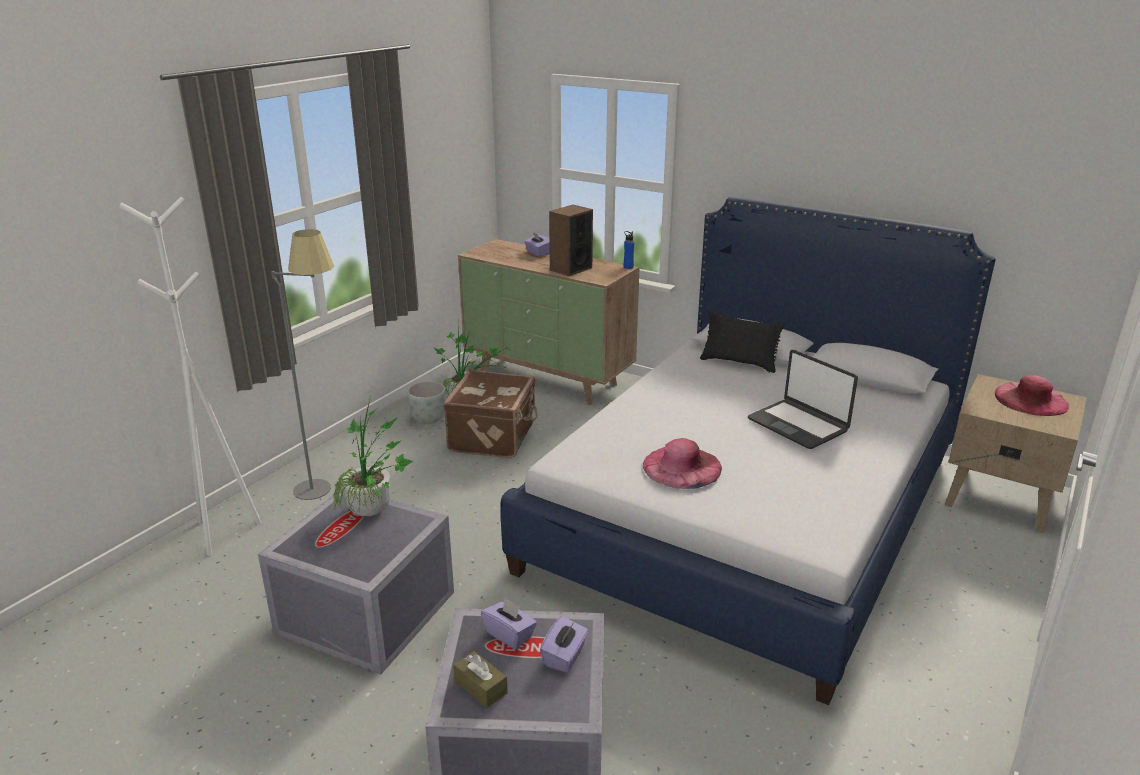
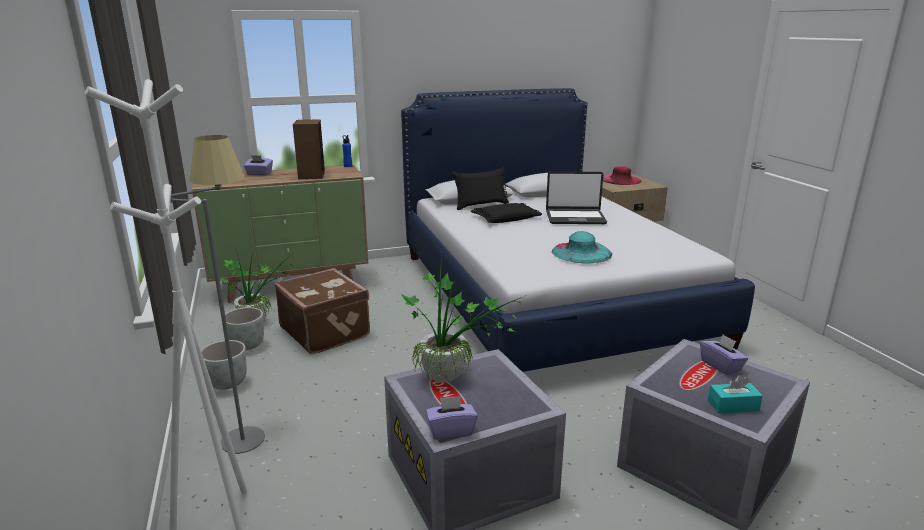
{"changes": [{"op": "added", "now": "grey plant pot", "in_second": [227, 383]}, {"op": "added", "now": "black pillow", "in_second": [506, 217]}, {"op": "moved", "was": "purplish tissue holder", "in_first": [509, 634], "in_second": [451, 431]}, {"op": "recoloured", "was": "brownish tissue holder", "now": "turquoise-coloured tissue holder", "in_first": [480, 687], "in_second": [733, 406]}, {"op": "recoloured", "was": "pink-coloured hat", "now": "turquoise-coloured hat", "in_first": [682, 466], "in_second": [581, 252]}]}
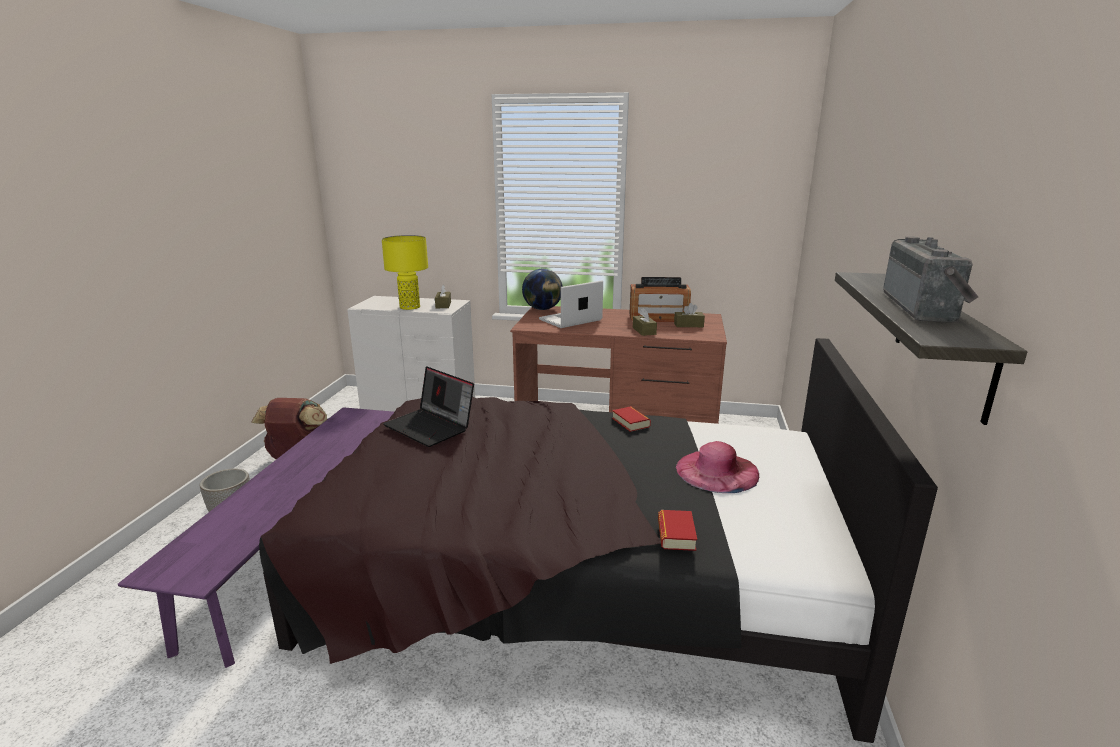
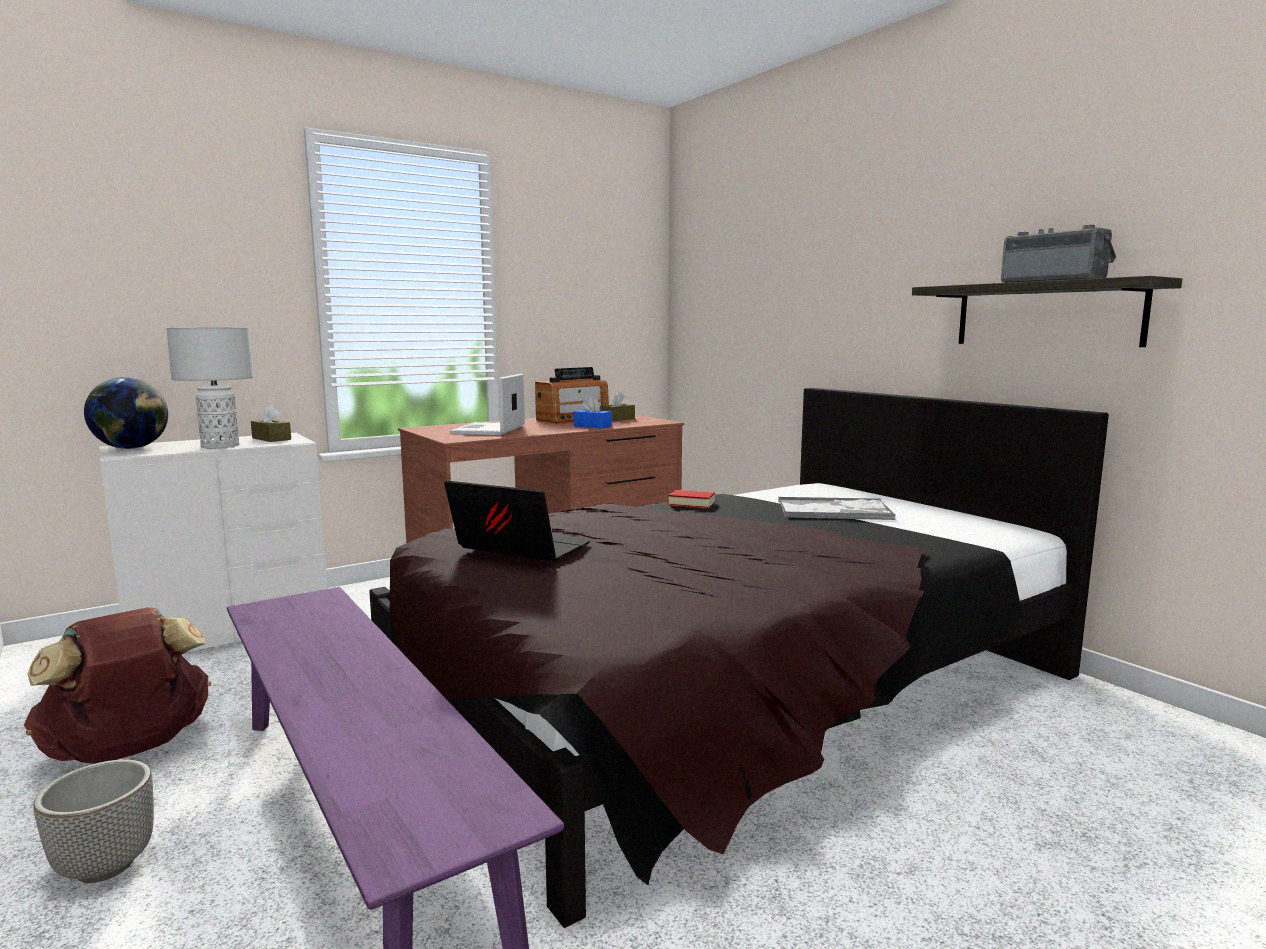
{"changes": [{"op": "removed", "was": "bound book", "in_first": [676, 535]}, {"op": "moved", "was": "desk globe", "in_first": [542, 309], "in_second": [131, 448]}, {"op": "replaced", "was": "pink-coloured hat", "now": "tray", "in_first": [717, 471], "in_second": [835, 510]}, {"op": "recoloured", "was": "yellow-coloured table lamp", "now": "white table lamp", "in_first": [409, 307], "in_second": [219, 446]}, {"op": "recoloured", "was": "brownish tissue holder", "now": "blue tissue holder", "in_first": [644, 331], "in_second": [592, 426]}, {"op": "turned", "was": "laptop", "in_first": [431, 427], "in_second": [518, 549], "clockwise": -150}]}
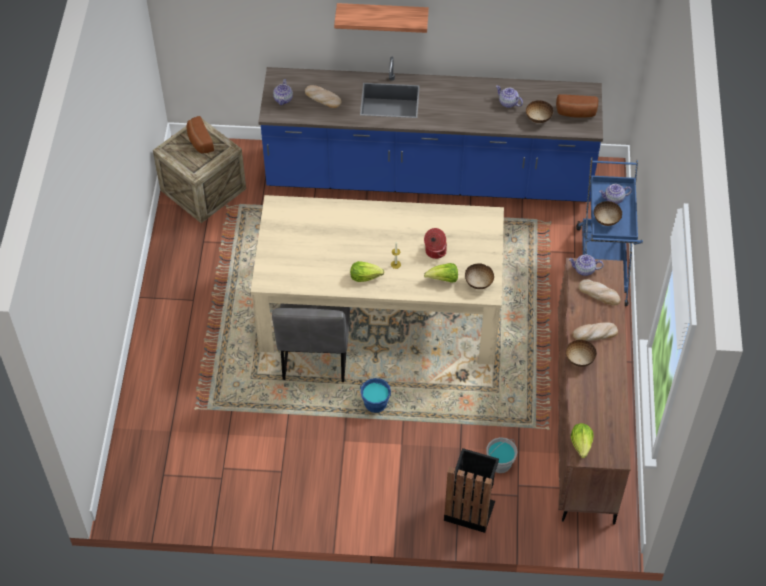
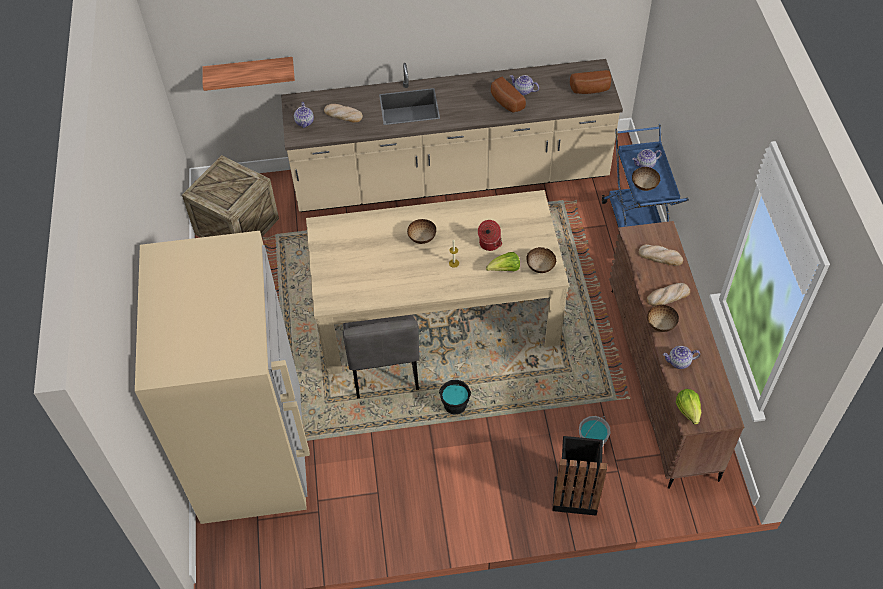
{"changes": [{"op": "removed", "was": "lettuce head", "in_first": [365, 276]}, {"op": "added", "now": "beige kitchen fridge", "in_second": [252, 449]}, {"op": "moved", "was": "baked bread", "in_first": [199, 141], "in_second": [505, 102]}, {"op": "moved", "was": "wall shelf", "in_first": [382, 16], "in_second": [250, 73]}, {"op": "moved", "was": "deep dish", "in_first": [538, 118], "in_second": [422, 238]}, {"op": "moved", "was": "teapot", "in_first": [584, 270], "in_second": [679, 362]}, {"op": "recoloured", "was": "blue kitchen counter", "now": "beige kitchen counter", "in_first": [428, 178], "in_second": [451, 179]}, {"op": "recoloured", "was": "blue bucket", "now": "black bucket", "in_first": [375, 404], "in_second": [455, 405]}]}
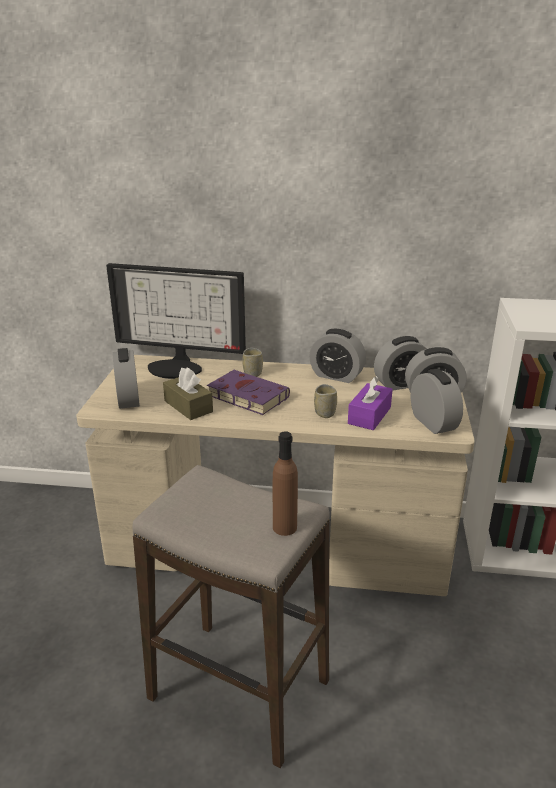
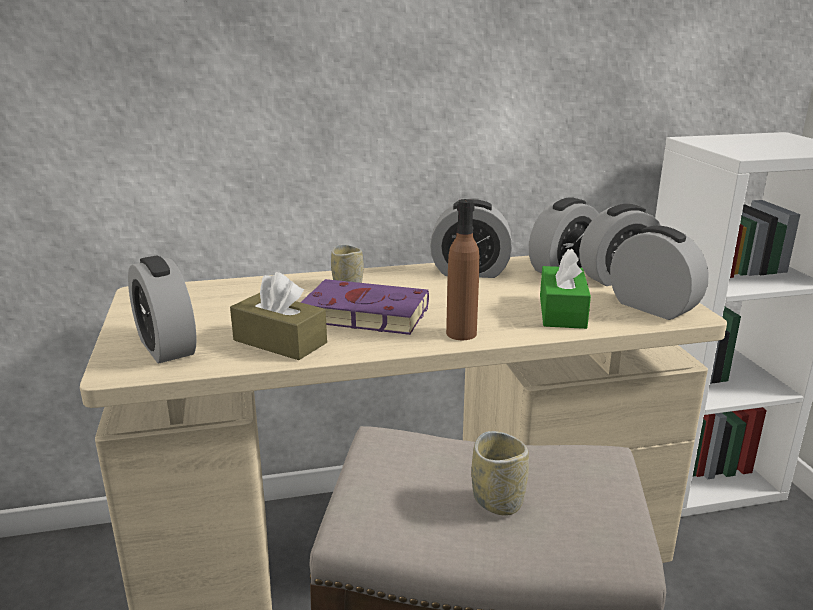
{"changes": [{"op": "removed", "was": "computer screen", "in_first": [177, 366]}, {"op": "moved", "was": "brownish drink bottle", "in_first": [284, 527], "in_second": [461, 333]}, {"op": "moved", "was": "drinking cup", "in_first": [325, 413], "in_second": [497, 501]}, {"op": "recoloured", "was": "purplish tissue holder", "now": "green-coloured tissue holder", "in_first": [369, 415], "in_second": [562, 311]}]}
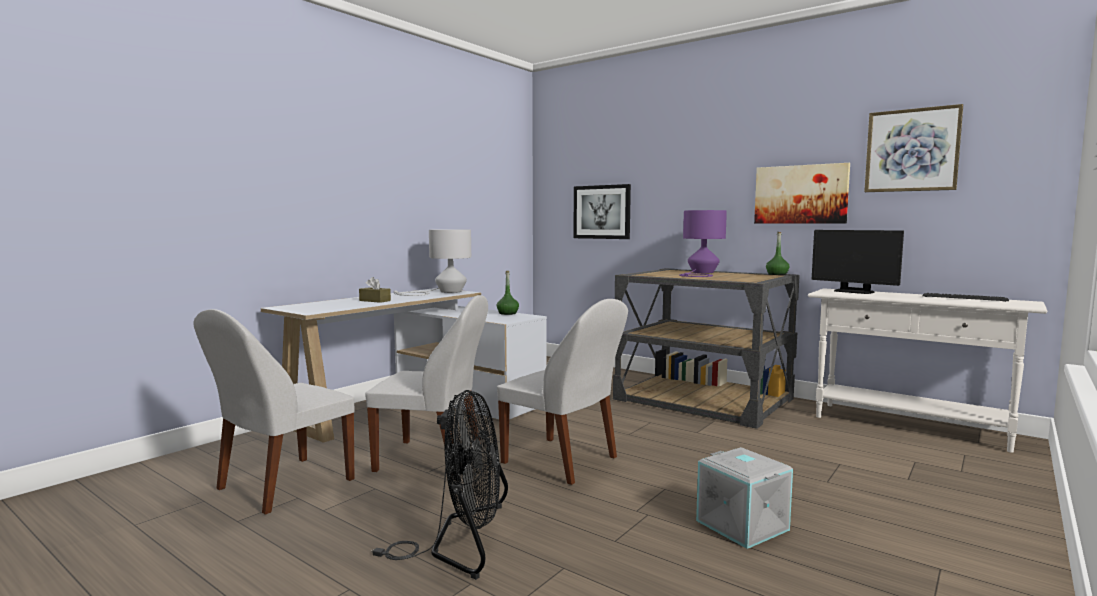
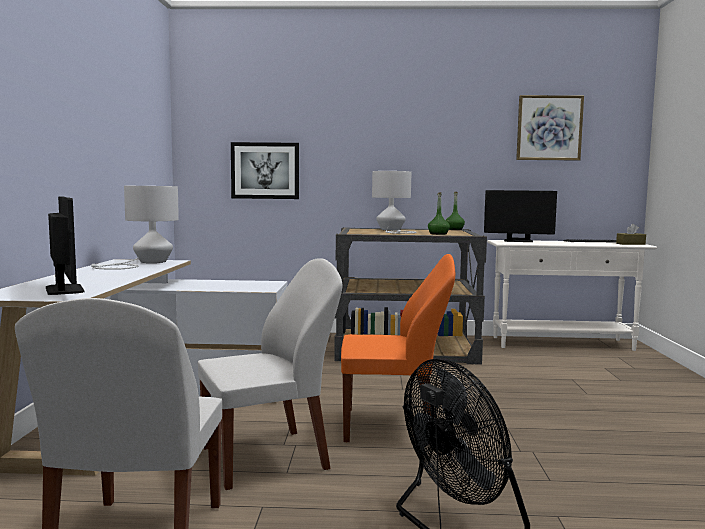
{"changes": [{"op": "removed", "was": "grey storage bin", "in_first": [743, 525]}, {"op": "removed", "was": "picture", "in_first": [800, 194]}, {"op": "added", "now": "computer screen", "in_second": [64, 290]}, {"op": "moved", "was": "brownish tissue holder", "in_first": [375, 300], "in_second": [630, 244]}, {"op": "moved", "was": "green-coloured drink bottle", "in_first": [507, 313], "in_second": [438, 234]}, {"op": "recoloured", "was": "white upright chair", "now": "orangey upright chair", "in_first": [562, 461], "in_second": [393, 426]}, {"op": "recoloured", "was": "purplish table lamp", "now": "grey table lamp", "in_first": [700, 273], "in_second": [394, 230]}]}
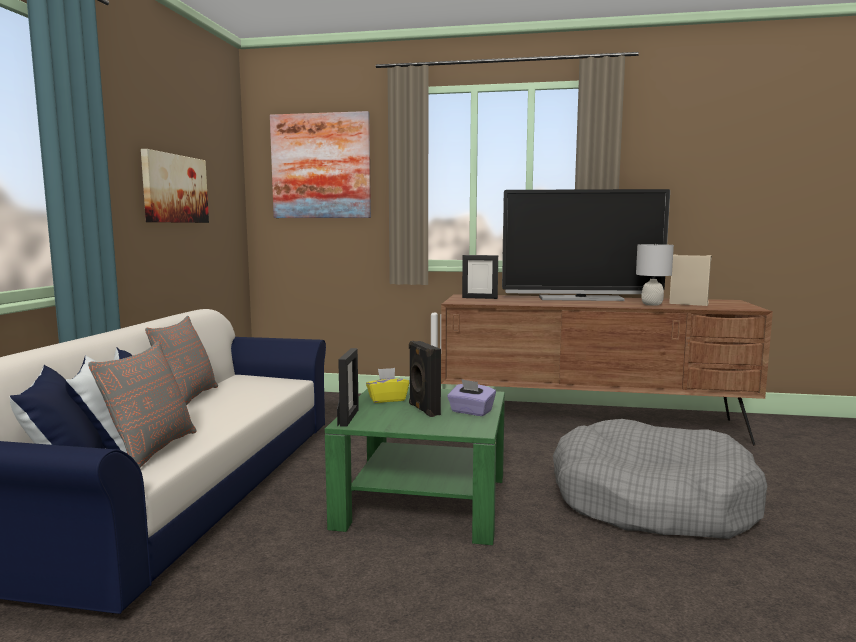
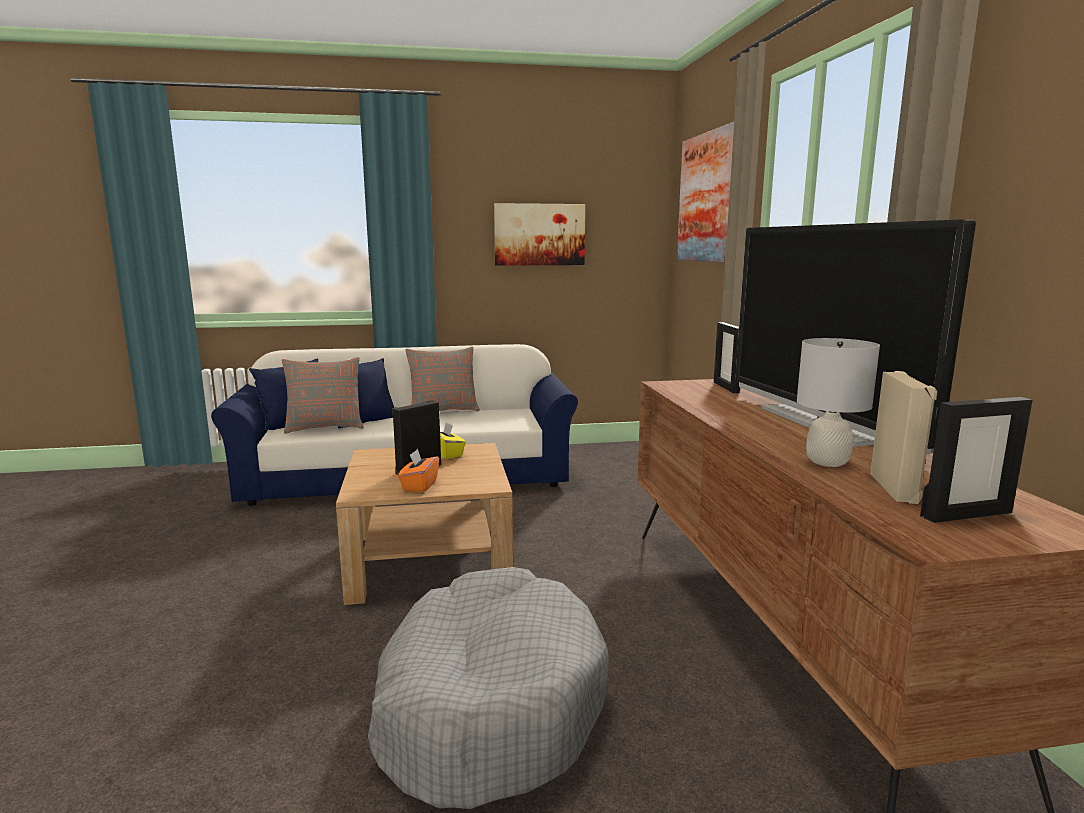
{"changes": [{"op": "moved", "was": "picture frame", "in_first": [348, 417], "in_second": [966, 514]}, {"op": "recoloured", "was": "green-coloured coffee table", "now": "brownish coffee table", "in_first": [423, 500], "in_second": [429, 559]}, {"op": "recoloured", "was": "purplish tissue holder", "now": "orangey tissue holder", "in_first": [471, 412], "in_second": [419, 485]}]}
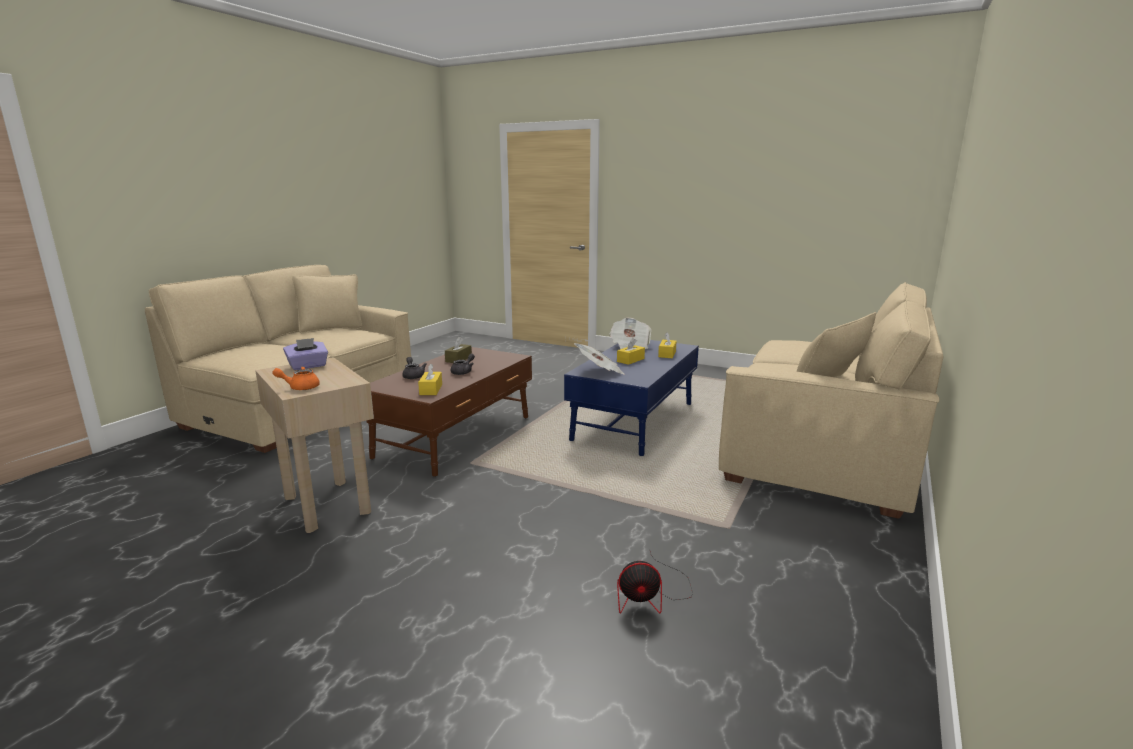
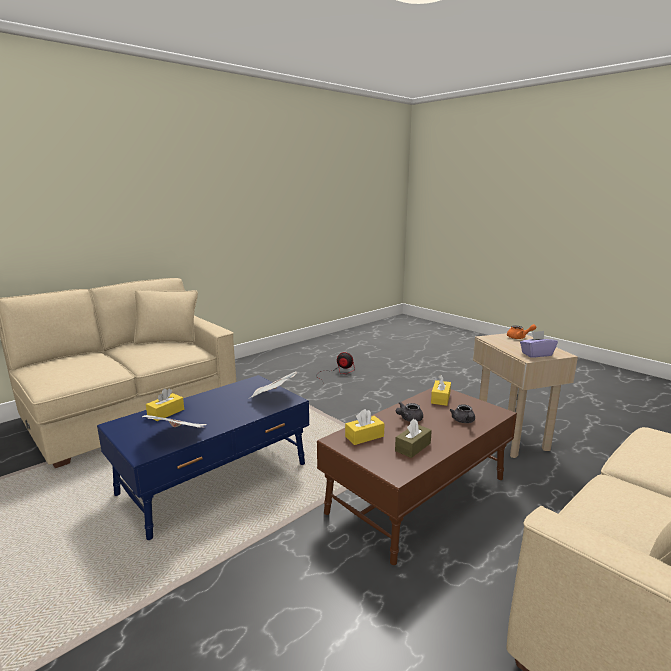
{"changes": [{"op": "moved", "was": "yellow-coloured tissue holder", "in_first": [630, 360], "in_second": [364, 436]}]}
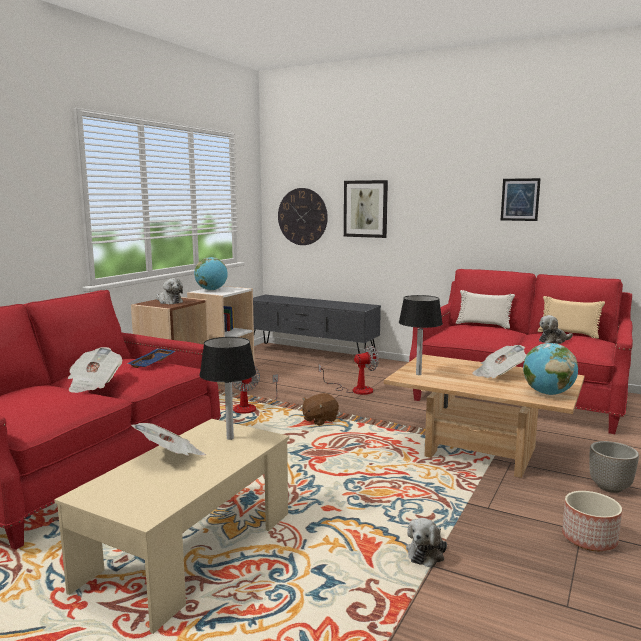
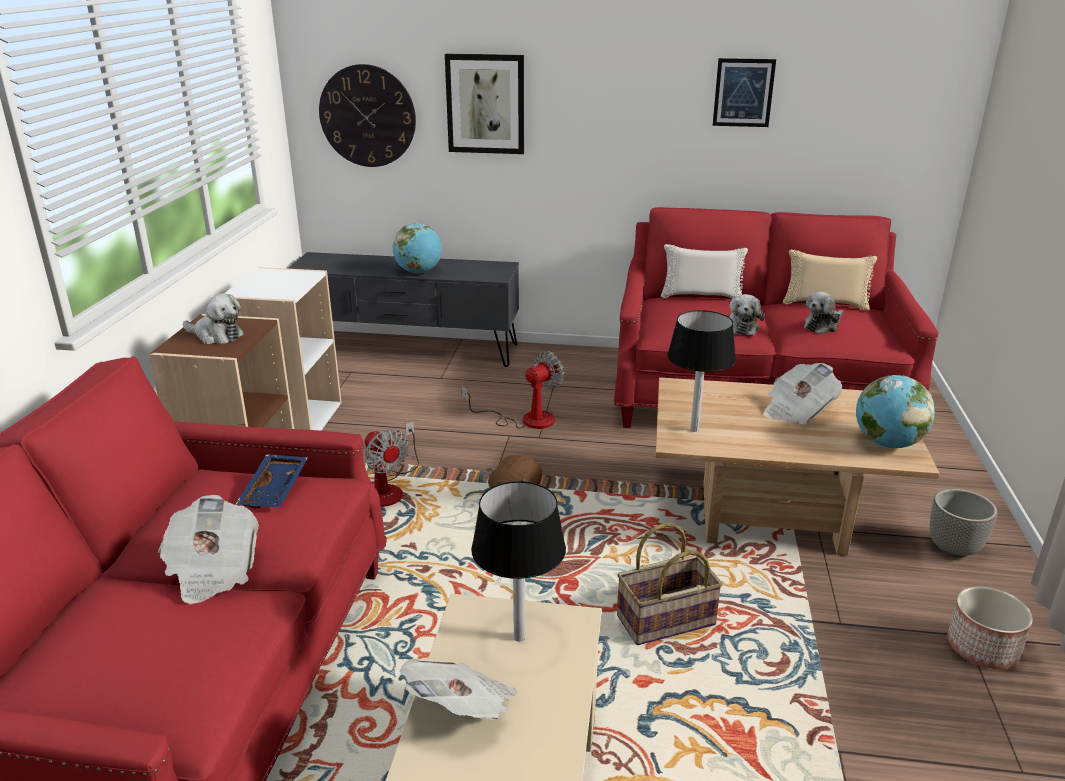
{"changes": [{"op": "added", "now": "basket", "in_second": [666, 621]}, {"op": "moved", "was": "desk globe", "in_first": [211, 290], "in_second": [419, 272]}, {"op": "moved", "was": "soft toy", "in_first": [426, 553], "in_second": [741, 327]}]}
